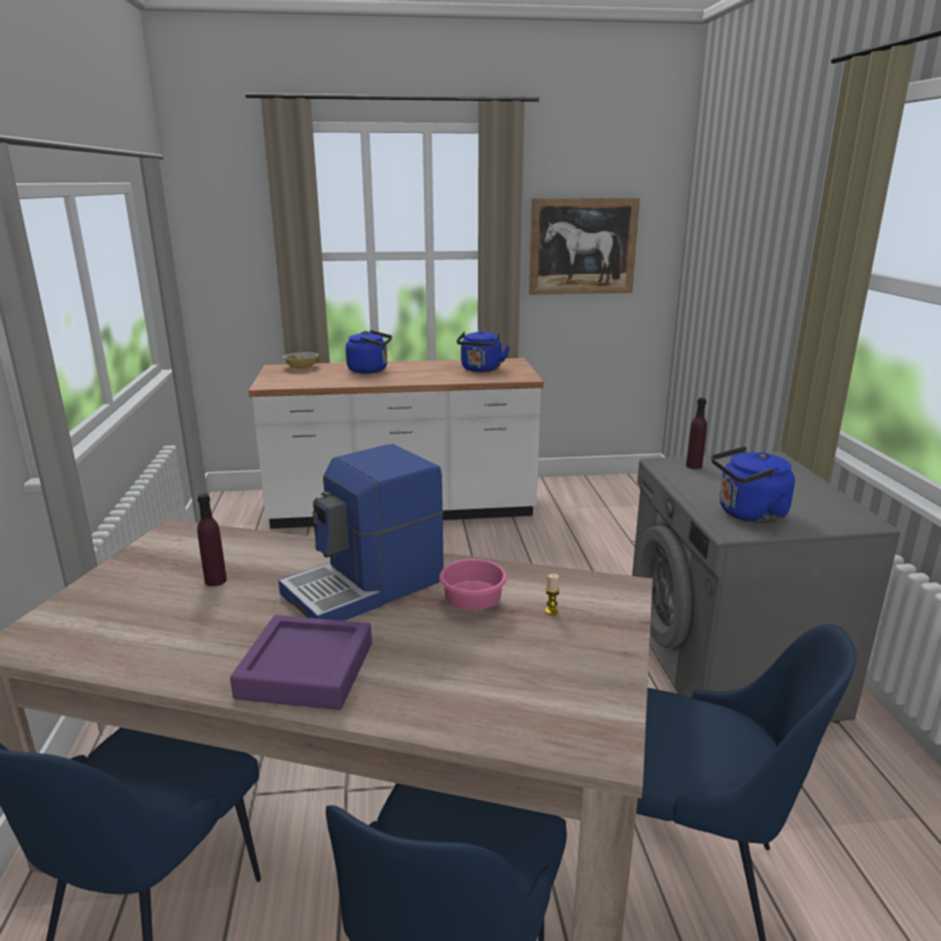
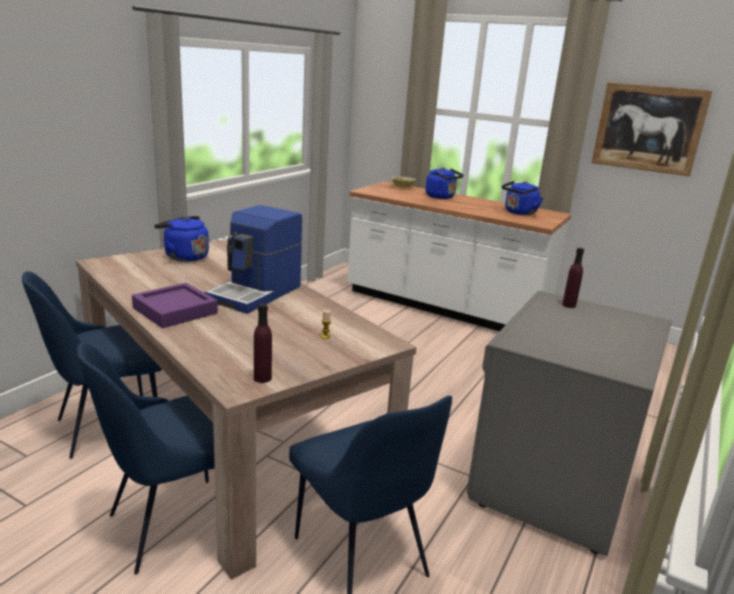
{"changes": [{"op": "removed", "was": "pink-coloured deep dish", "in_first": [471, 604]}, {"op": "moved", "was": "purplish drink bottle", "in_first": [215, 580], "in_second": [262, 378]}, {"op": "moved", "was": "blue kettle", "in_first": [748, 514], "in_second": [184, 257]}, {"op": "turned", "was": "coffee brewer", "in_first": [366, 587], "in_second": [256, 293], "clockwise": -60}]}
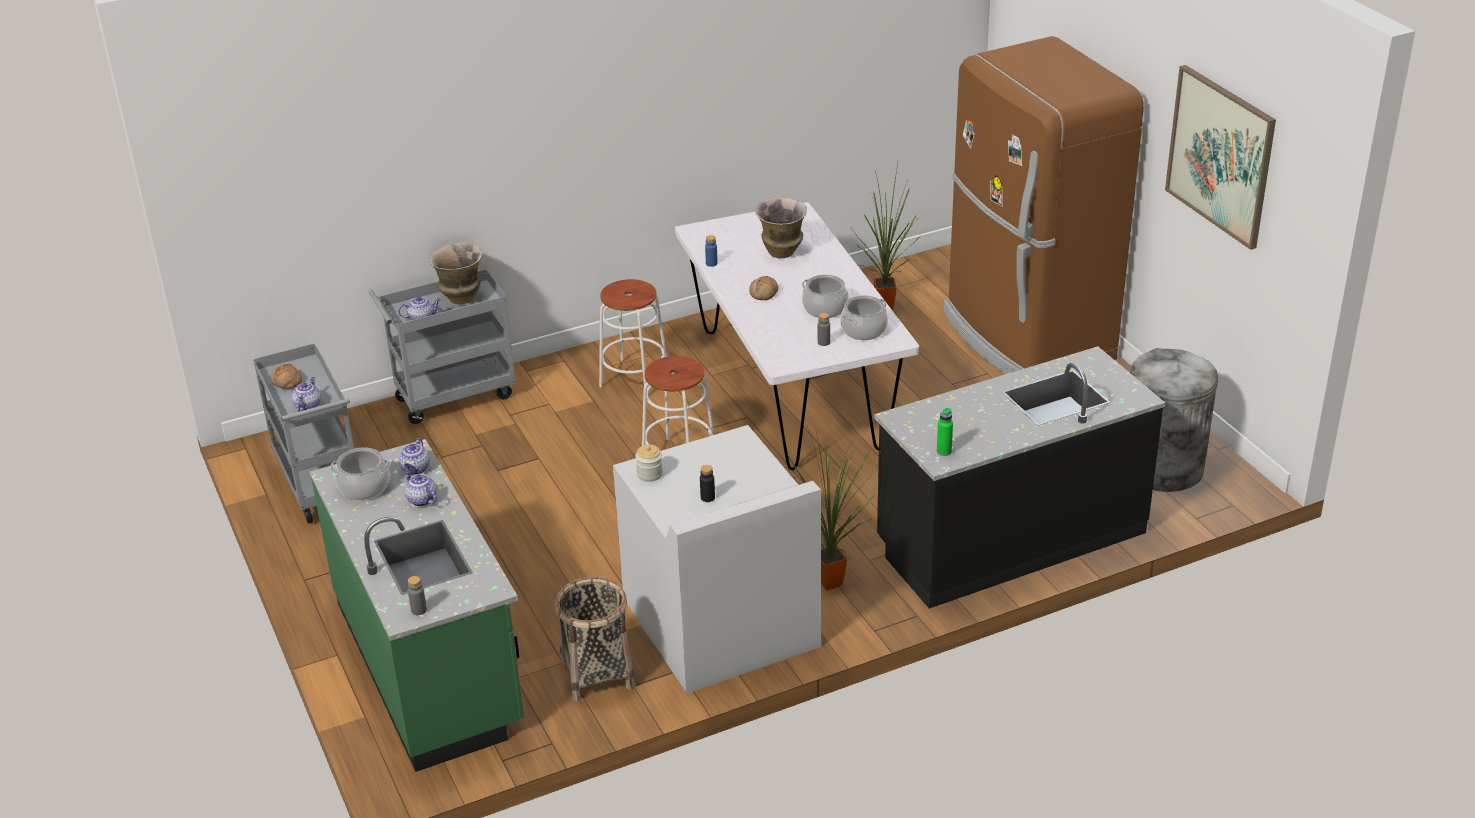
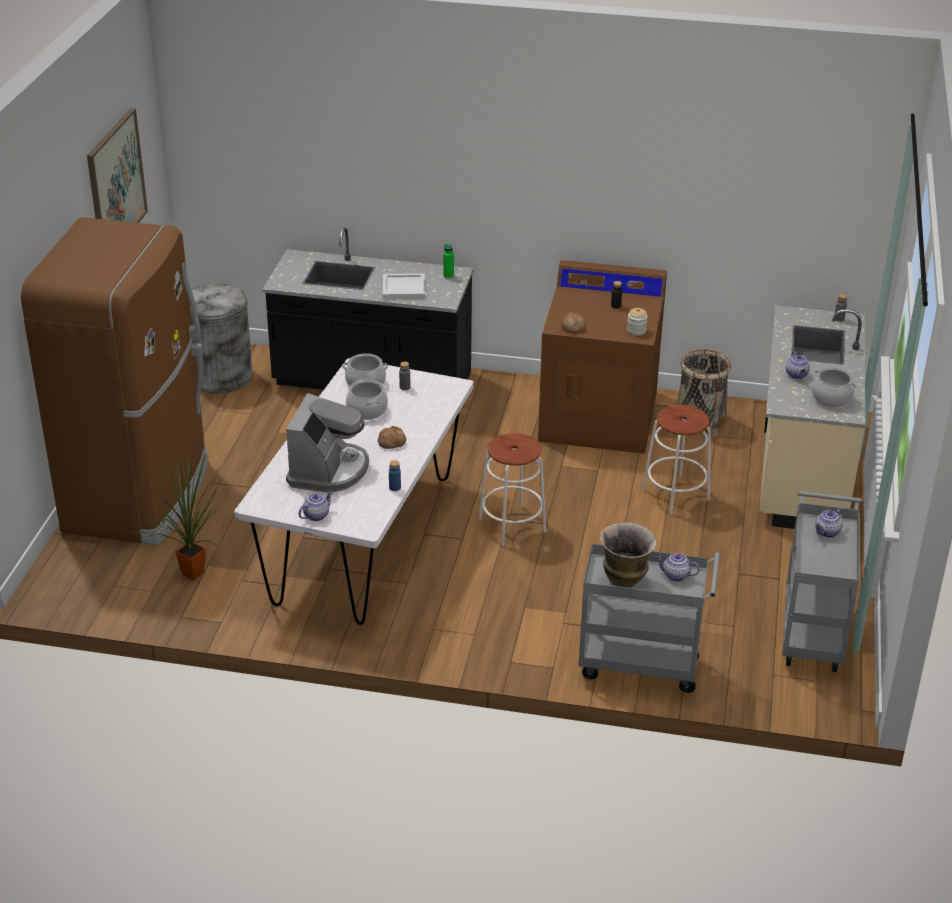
{"changes": [{"op": "removed", "was": "houseplant", "in_first": [828, 580]}, {"op": "added", "now": "white tray", "in_second": [404, 288]}, {"op": "moved", "was": "baked bread", "in_first": [286, 382], "in_second": [573, 327]}, {"op": "moved", "was": "teapot", "in_first": [416, 469], "in_second": [316, 515]}, {"op": "moved", "was": "white stool seat", "in_first": [634, 378], "in_second": [675, 494]}, {"op": "replaced", "was": "vase", "now": "coffee brewer", "in_first": [782, 253], "in_second": [328, 470]}, {"op": "recoloured", "was": "green-coloured kitchen counter", "now": "beige kitchen counter", "in_first": [430, 664], "in_second": [801, 469]}, {"op": "recoloured", "was": "white laundry machine", "now": "brownish laundry machine", "in_first": [718, 622], "in_second": [599, 416]}]}
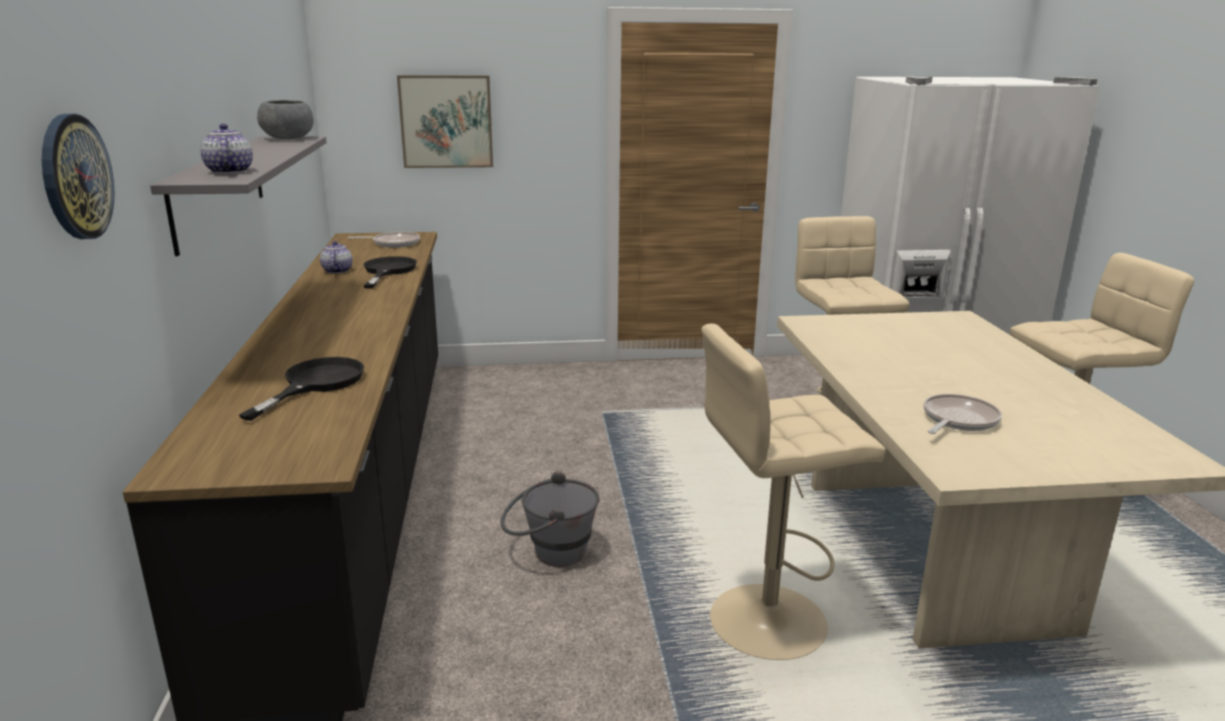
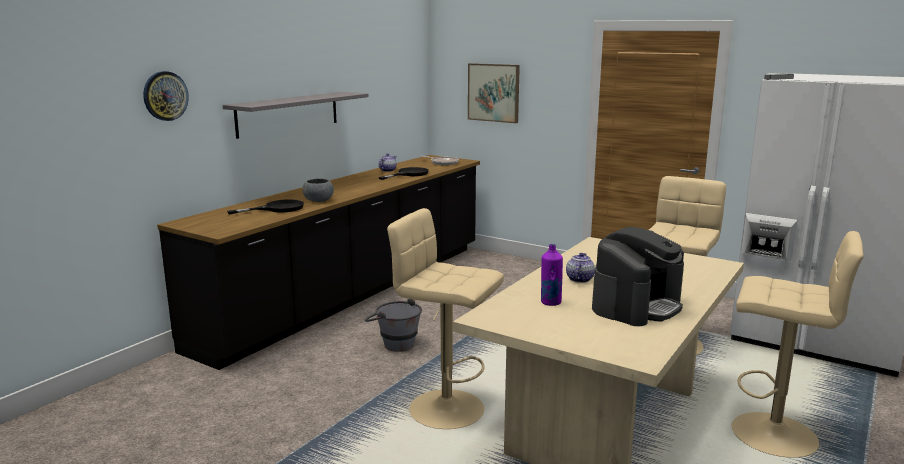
{"changes": [{"op": "added", "now": "coffee brewer", "in_second": [636, 306]}, {"op": "moved", "was": "teapot", "in_first": [229, 171], "in_second": [579, 279]}, {"op": "moved", "was": "grey deep dish", "in_first": [288, 138], "in_second": [318, 201]}, {"op": "replaced", "was": "frying pan", "now": "purplish drink bottle", "in_first": [957, 420], "in_second": [550, 302]}]}
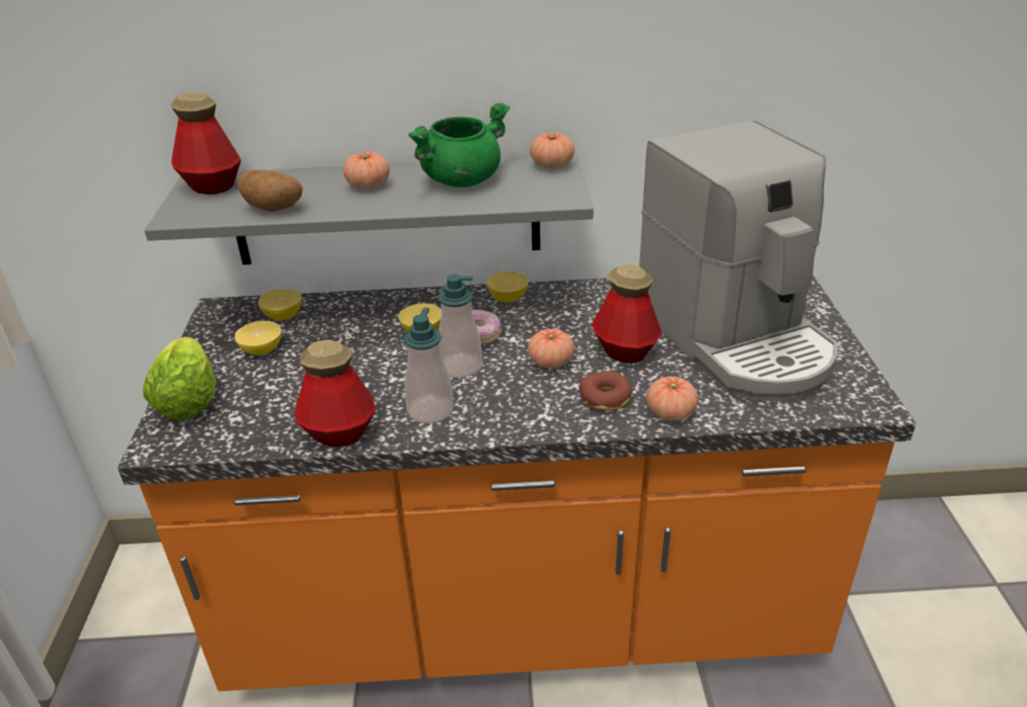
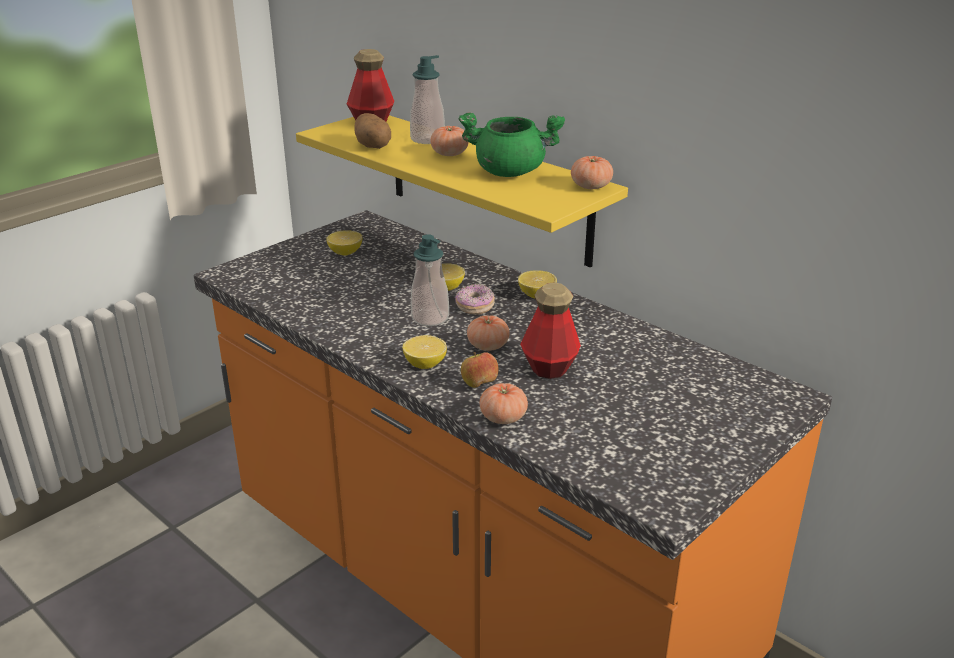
{"changes": [{"op": "removed", "was": "lettuce head", "in_first": [190, 398]}, {"op": "removed", "was": "drink bottle", "in_first": [339, 433]}, {"op": "removed", "was": "coffee brewer", "in_first": [736, 340]}, {"op": "moved", "was": "citrus fruit", "in_first": [283, 316], "in_second": [425, 364]}, {"op": "moved", "was": "soap bottle", "in_first": [430, 410], "in_second": [427, 139]}, {"op": "replaced", "was": "donut", "now": "apple fruit", "in_first": [605, 398], "in_second": [479, 384]}, {"op": "recoloured", "was": "grey wall shelf", "now": "yellow-coloured wall shelf", "in_first": [386, 211], "in_second": [487, 187]}]}
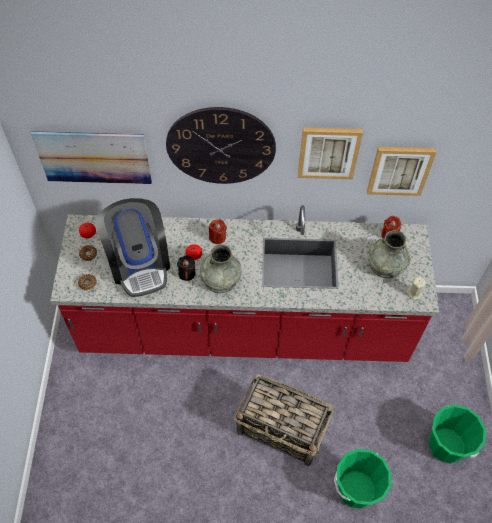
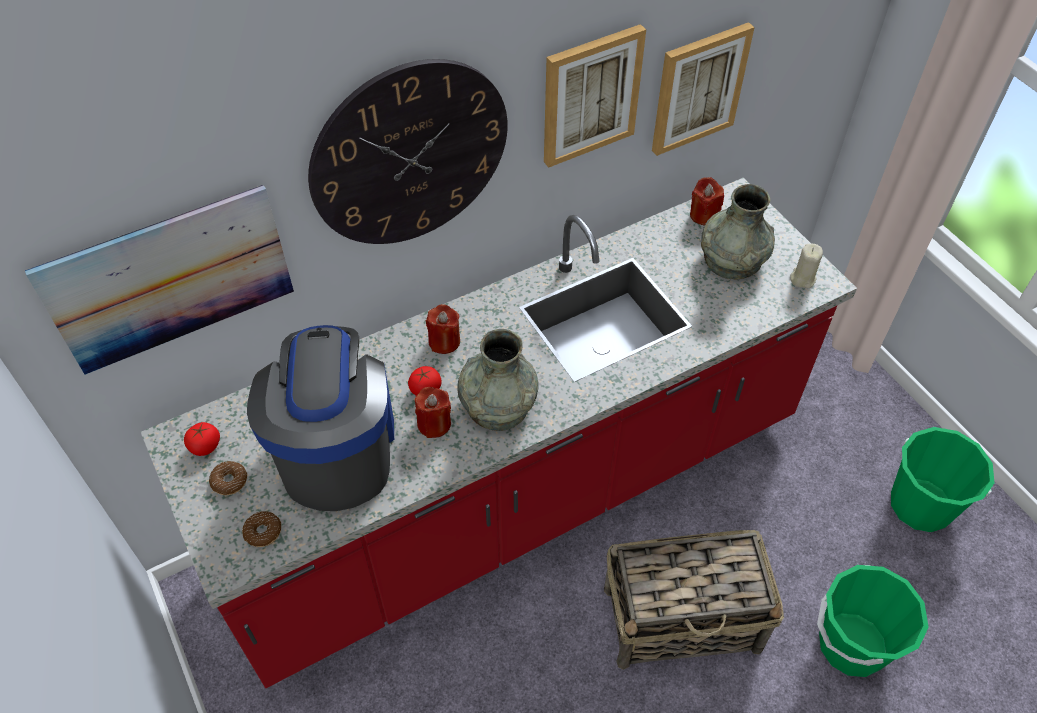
{"changes": [{"op": "recoloured", "was": "black wax light", "now": "red-coloured wax light", "in_first": [187, 273], "in_second": [434, 424]}, {"op": "turned", "was": "coffee brewer", "in_first": [139, 263], "in_second": [336, 449], "clockwise": -135}]}
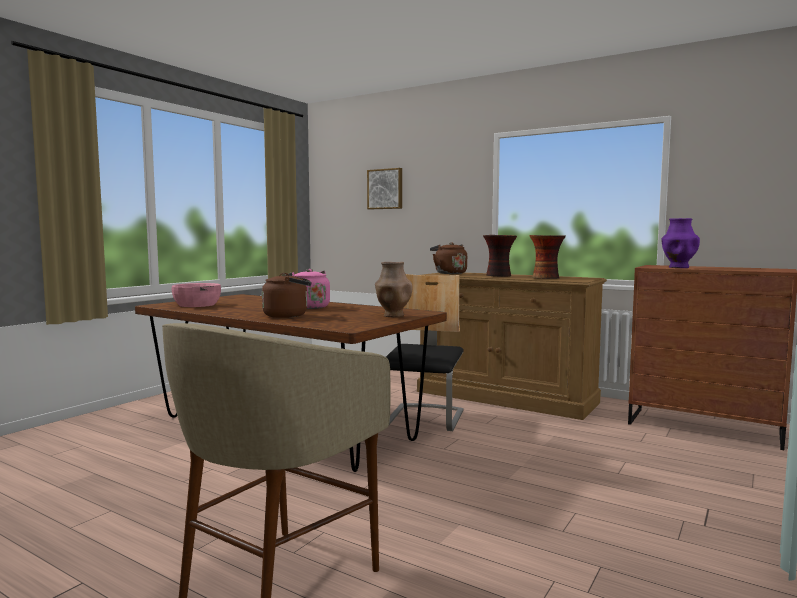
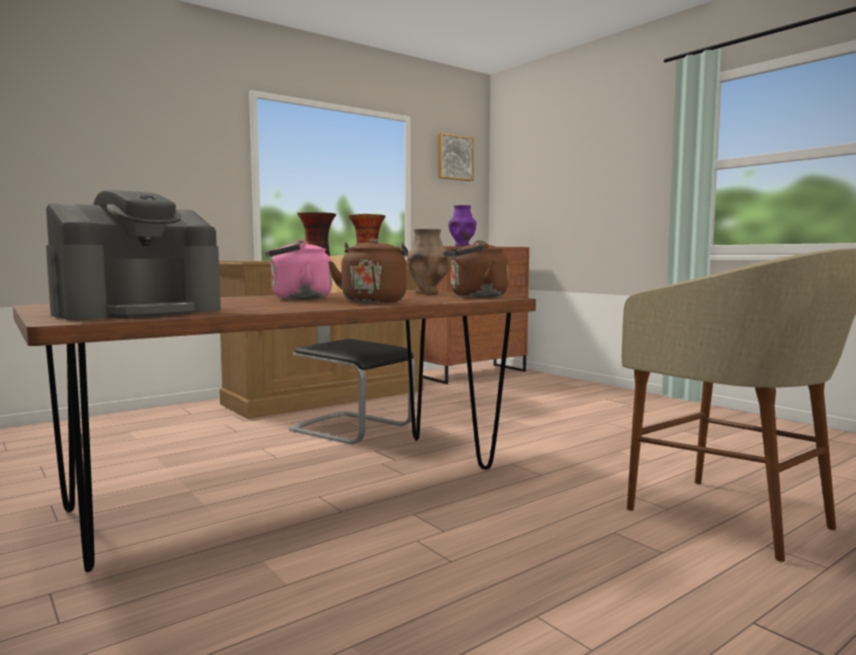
{"changes": [{"op": "moved", "was": "picture", "in_first": [385, 189], "in_second": [454, 157]}, {"op": "moved", "was": "brownish kettle", "in_first": [449, 273], "in_second": [475, 296]}, {"op": "replaced", "was": "pink-coloured deep dish", "now": "coffee brewer", "in_first": [197, 305], "in_second": [139, 312]}]}
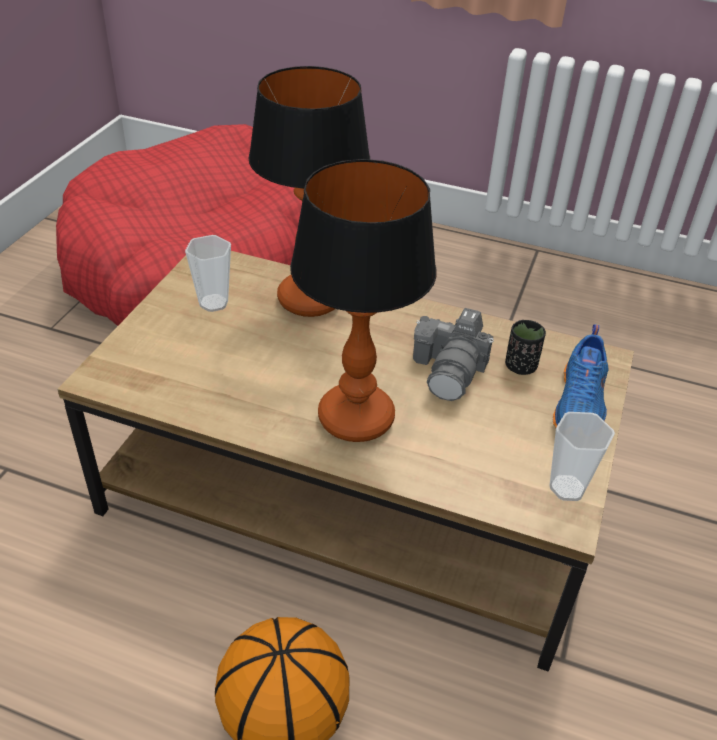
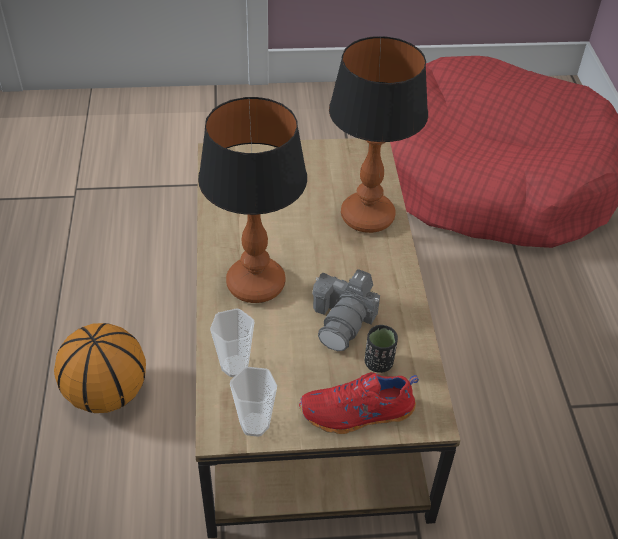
{"changes": [{"op": "moved", "was": "drinking cup", "in_first": [213, 303], "in_second": [234, 366]}, {"op": "recoloured", "was": "blue low shoe", "now": "red-coloured low shoe", "in_first": [581, 404], "in_second": [357, 414]}, {"op": "turned", "was": "still camera", "in_first": [450, 370], "in_second": [343, 320], "clockwise": -60}]}
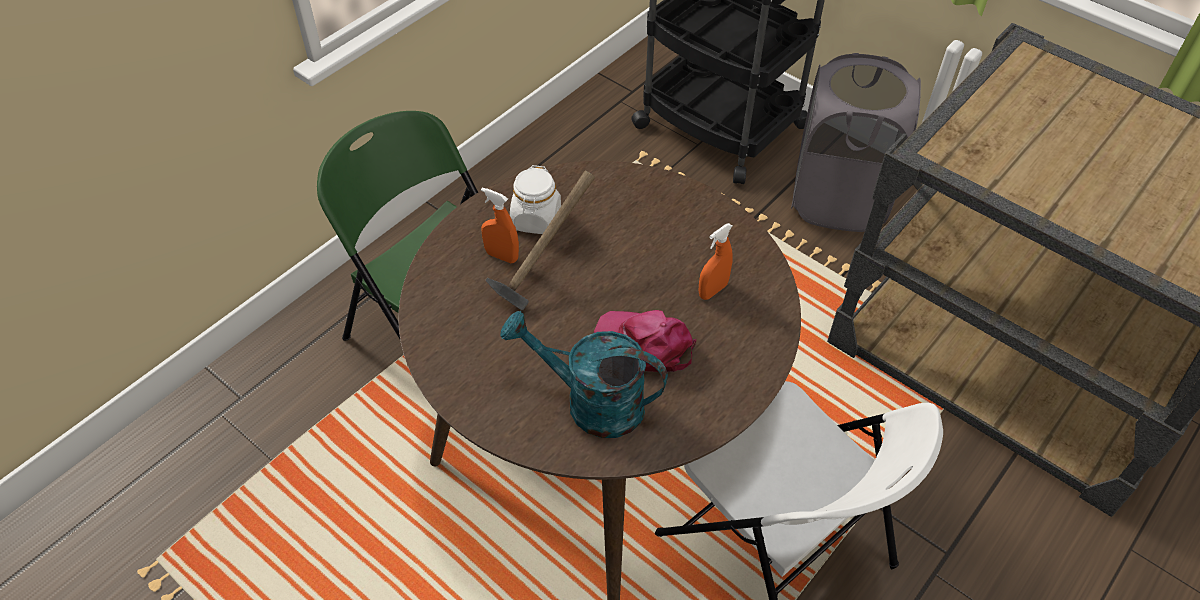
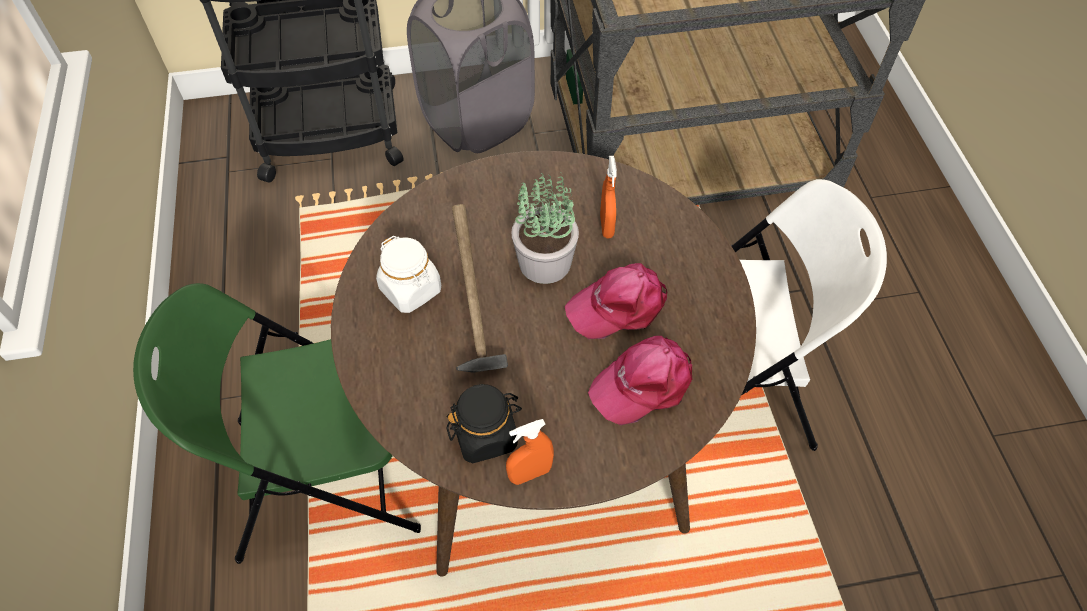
{"changes": [{"op": "added", "now": "black jar", "in_second": [486, 435]}, {"op": "added", "now": "houseplant", "in_second": [546, 262]}, {"op": "moved", "was": "orangey hand sprayer", "in_first": [501, 256], "in_second": [530, 473]}, {"op": "replaced", "was": "turquoise-coloured watering can", "now": "pink-coloured cap", "in_first": [591, 402], "in_second": [643, 383]}]}
